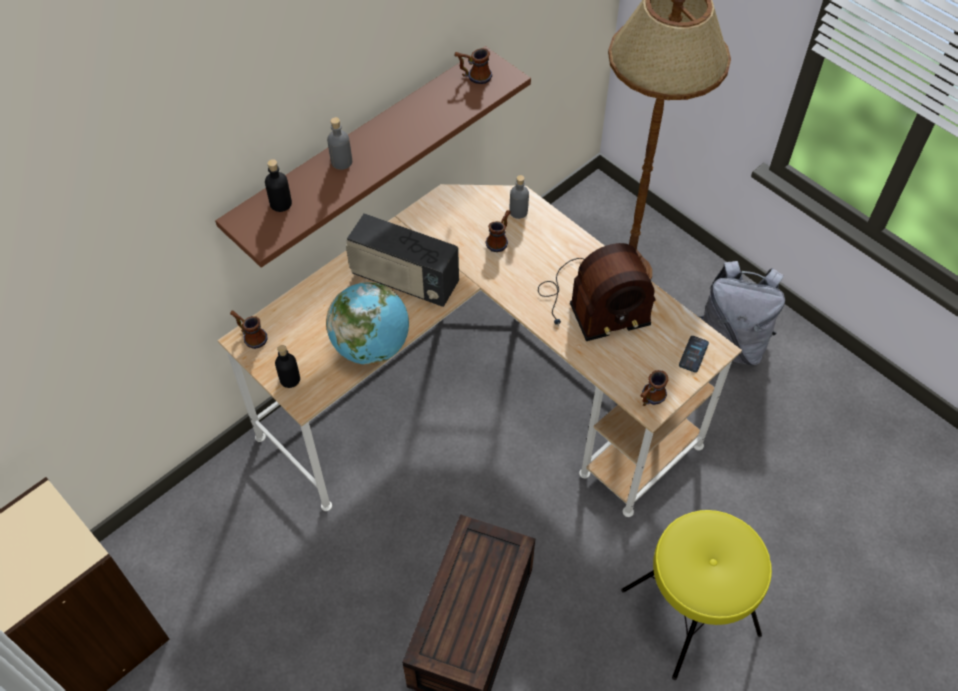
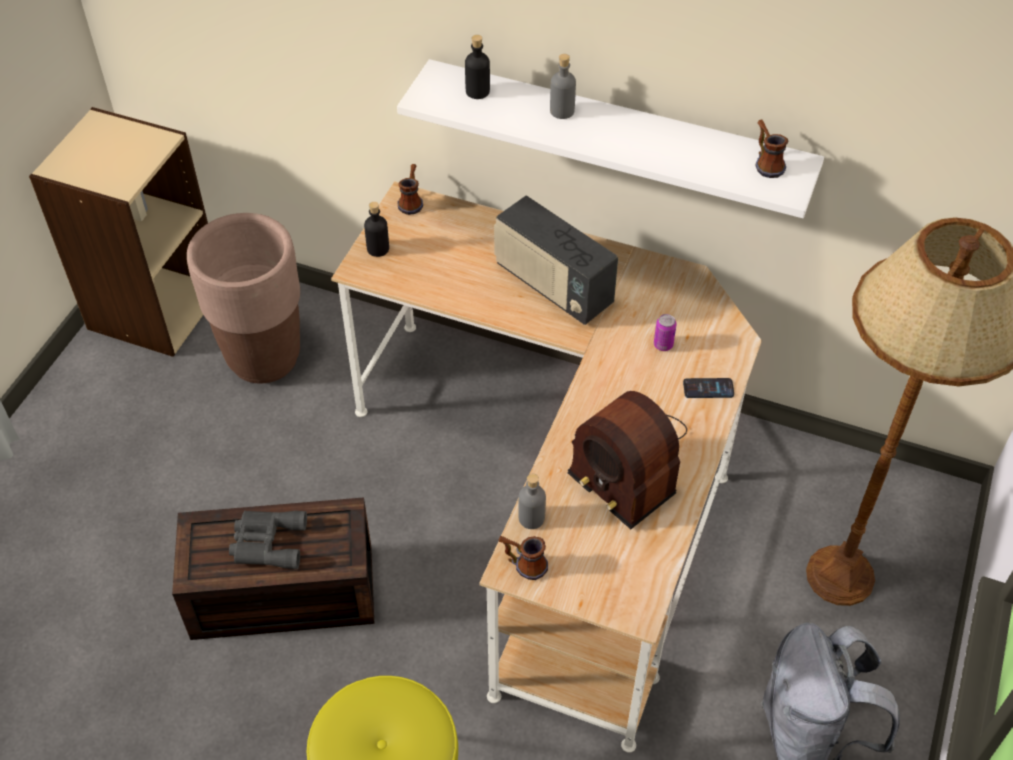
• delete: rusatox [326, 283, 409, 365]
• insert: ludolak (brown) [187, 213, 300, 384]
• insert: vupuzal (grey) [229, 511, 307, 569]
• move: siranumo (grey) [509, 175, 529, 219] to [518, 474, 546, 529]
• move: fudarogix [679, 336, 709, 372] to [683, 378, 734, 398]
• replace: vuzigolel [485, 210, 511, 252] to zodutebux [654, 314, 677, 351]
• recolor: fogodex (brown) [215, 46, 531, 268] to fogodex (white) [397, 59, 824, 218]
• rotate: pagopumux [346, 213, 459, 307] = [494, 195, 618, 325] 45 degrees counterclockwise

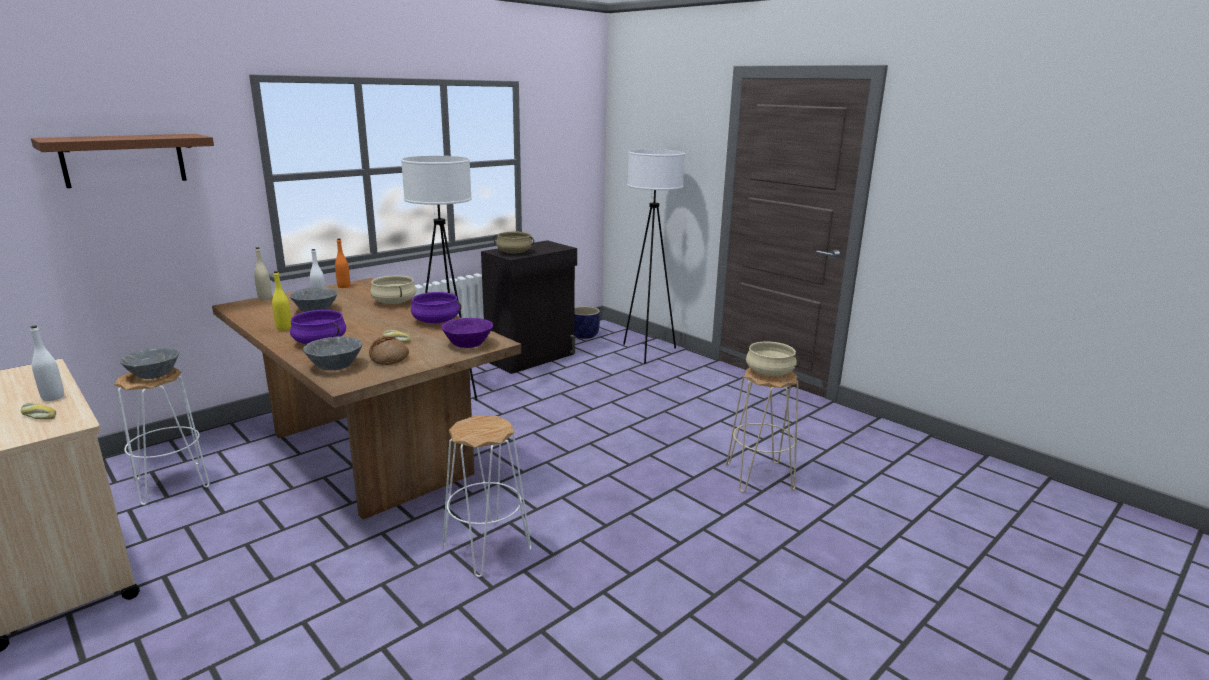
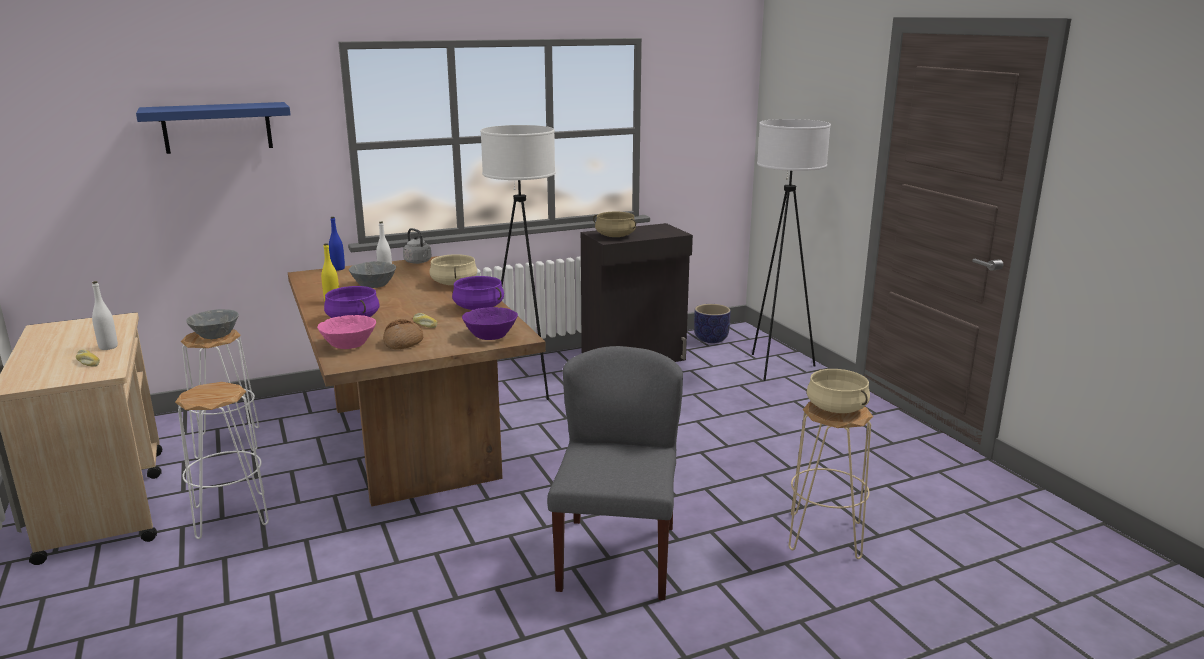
• insert: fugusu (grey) [547, 346, 683, 600]
• move: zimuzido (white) [442, 415, 531, 577] to [175, 382, 269, 539]
• replace: siranumo (orange) [335, 238, 350, 288] to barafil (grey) [403, 228, 431, 264]
• recolor: fogodex (brown) [31, 134, 214, 188] to fogodex (blue) [136, 102, 291, 154]
• recolor: siranumo (beige) [254, 247, 272, 300] to siranumo (blue) [329, 217, 345, 271]
• recolor: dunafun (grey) [303, 336, 363, 370] to dunafun (pink) [317, 315, 376, 349]

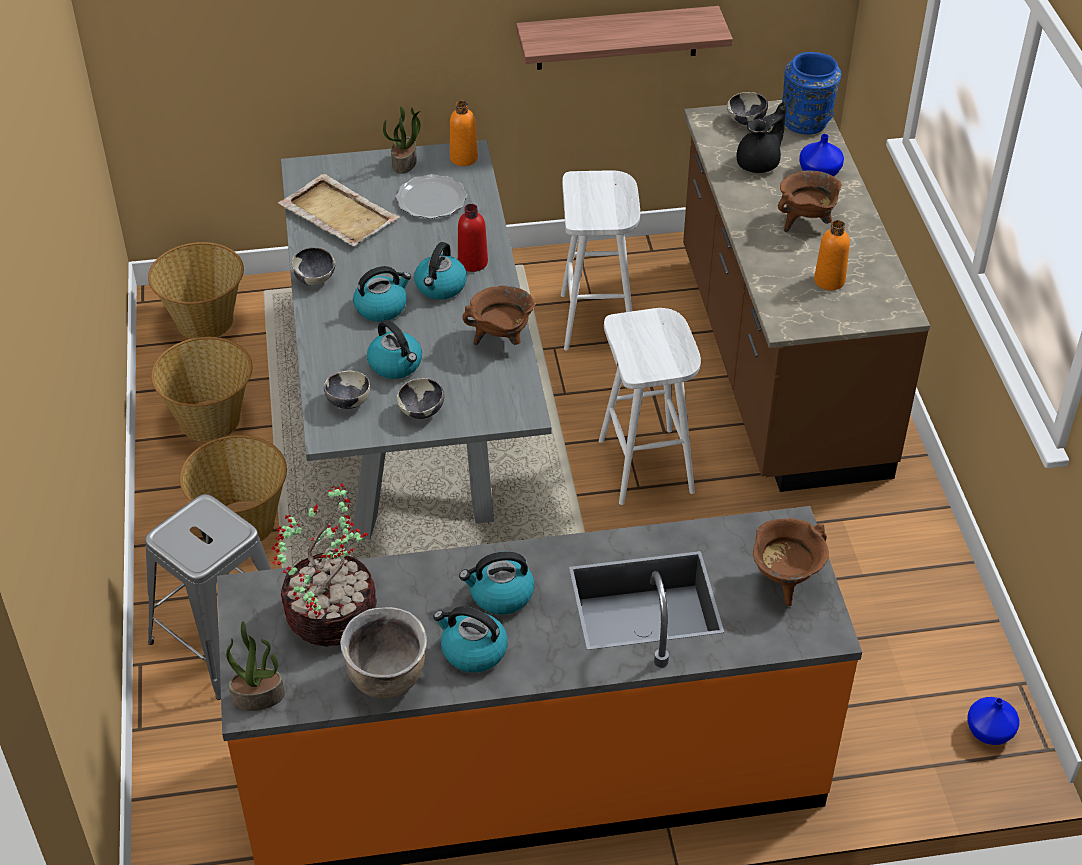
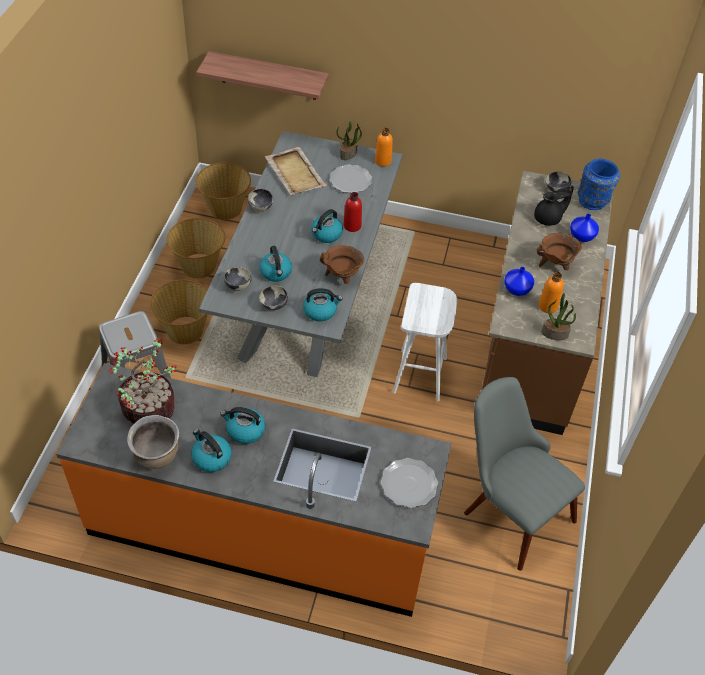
• delete: zimuzido (white) [561, 170, 640, 351]
• insert: fugusu (grey) [464, 377, 585, 571]
• move: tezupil [226, 621, 285, 711] to [541, 293, 576, 340]
• move: barafil [353, 266, 411, 322] to [303, 288, 343, 322]
• move: fogodex [516, 6, 733, 70] to [196, 51, 329, 100]
• move: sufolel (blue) [967, 697, 1019, 745] to [504, 267, 534, 296]
• replace: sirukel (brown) [753, 518, 829, 606] to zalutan [381, 458, 438, 508]

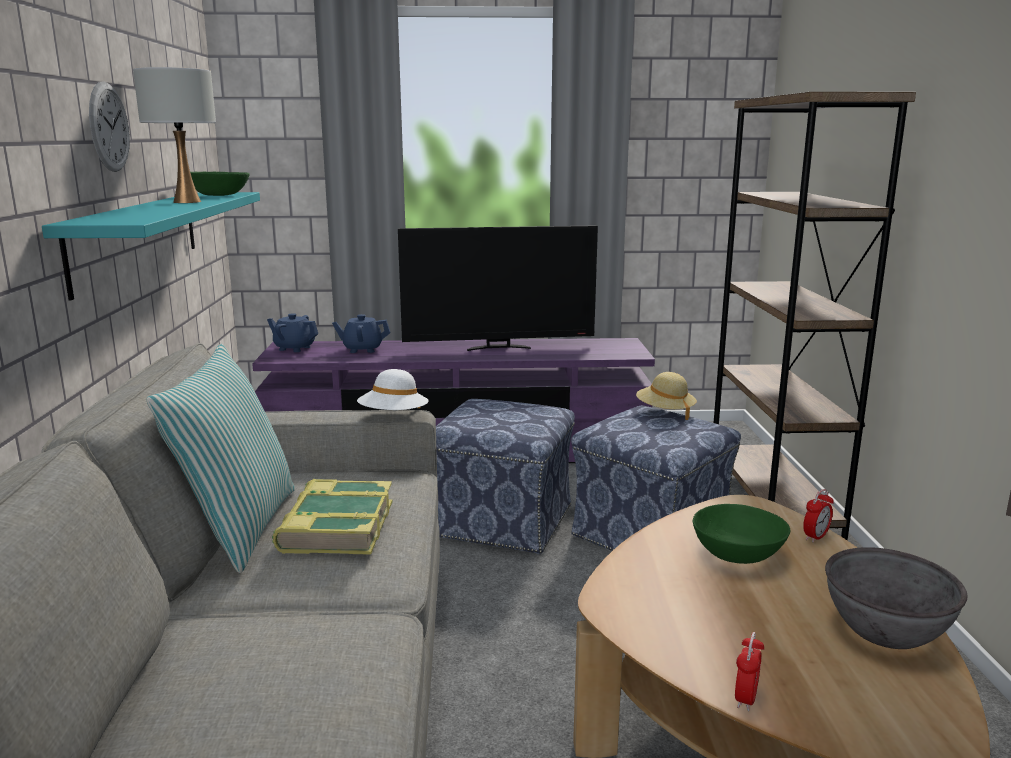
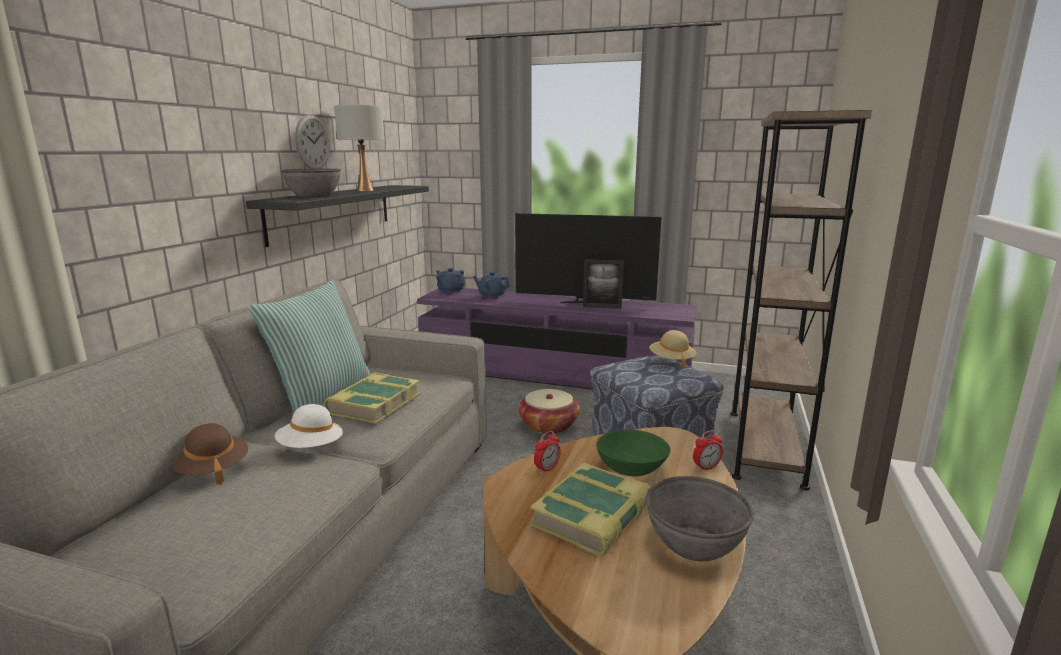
• delete: dunafun (green) [190, 172, 250, 196]
• insert: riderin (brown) [172, 423, 248, 485]
• insert: dunafun (grey) [281, 169, 341, 197]
• insert: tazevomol [530, 463, 650, 556]
• insert: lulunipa [583, 259, 624, 309]
• move: riderin (white) [357, 369, 429, 410] to [275, 404, 344, 448]
• move: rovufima [735, 632, 764, 711] to [534, 431, 561, 474]
• replace: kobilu [436, 399, 575, 554] to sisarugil [518, 389, 580, 434]
• recolor: fogodex (turquoise) [42, 192, 260, 300] to fogodex (black) [246, 185, 429, 247]

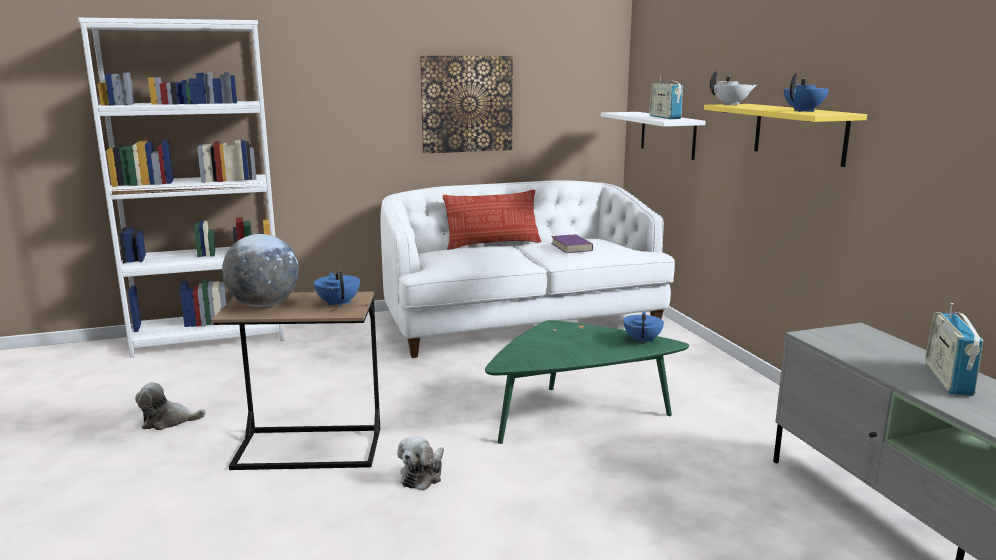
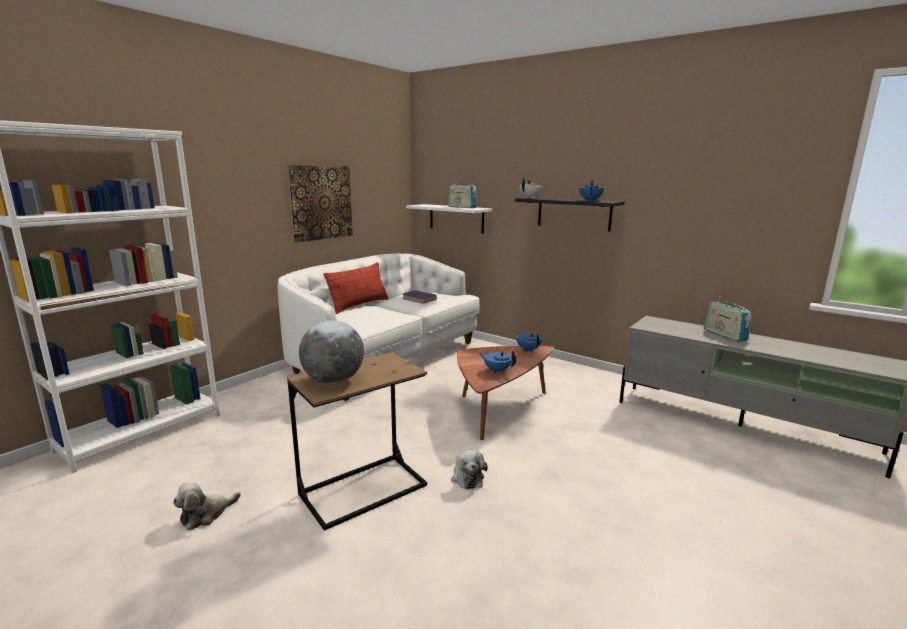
• move: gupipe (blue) [314, 272, 360, 307] to [479, 351, 516, 373]
• recolor: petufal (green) [485, 320, 689, 444] to petufal (brown) [457, 346, 554, 440]
• recolor: fogodex (yellow) [704, 104, 867, 167] to fogodex (black) [515, 197, 625, 231]

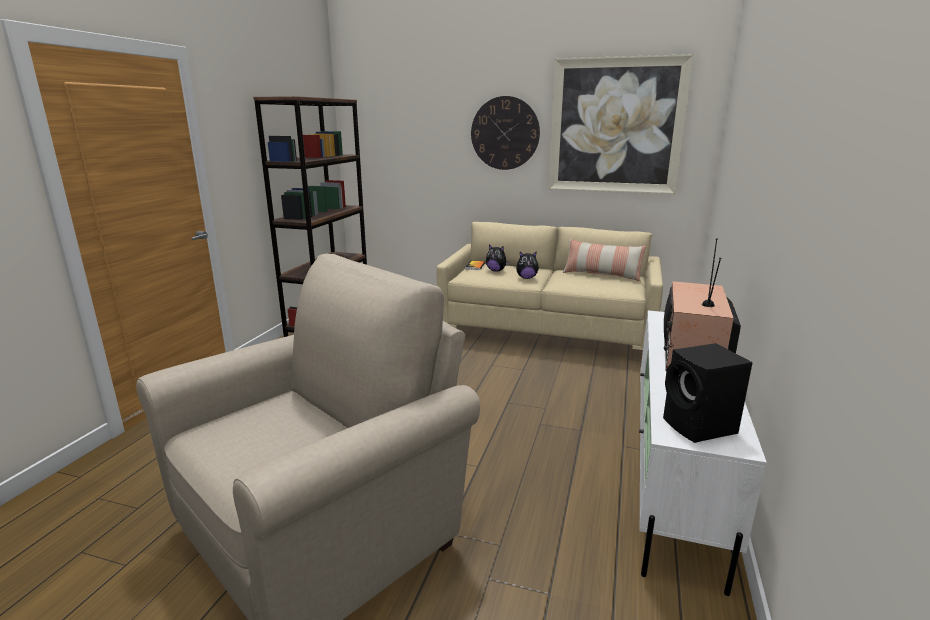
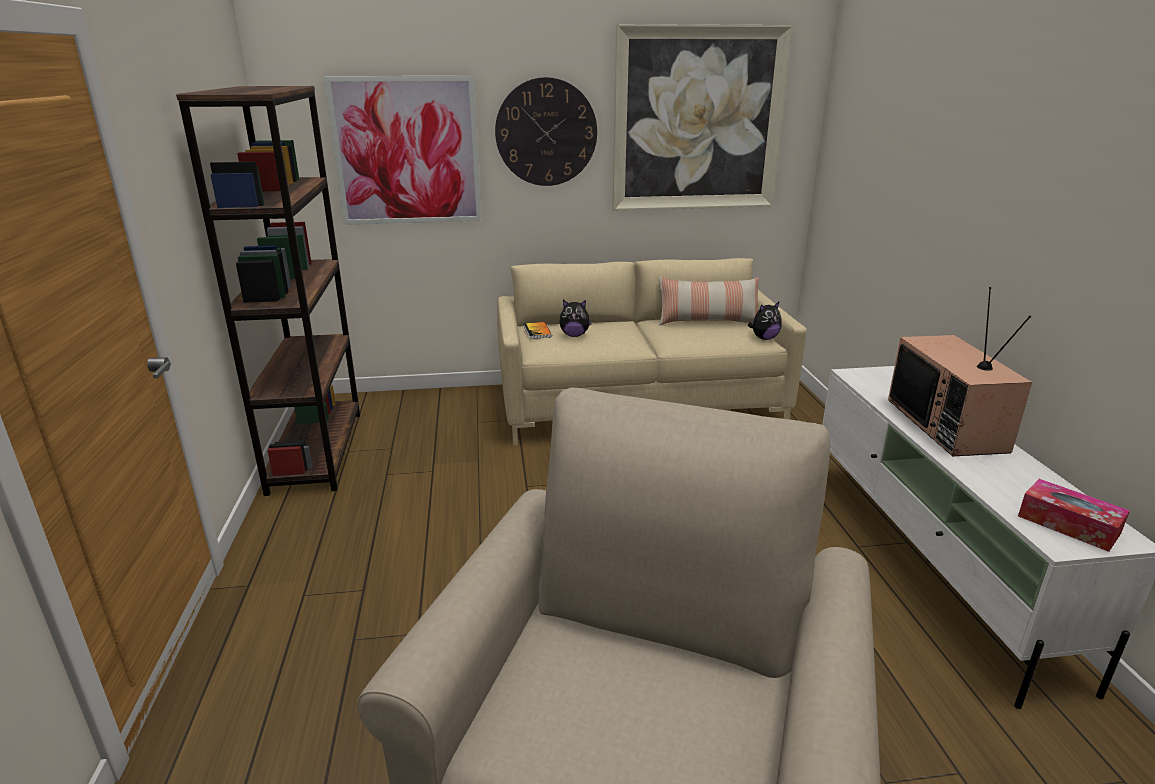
• insert: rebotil [324, 76, 482, 225]
• move: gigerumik [516, 252, 539, 279] to [748, 302, 782, 340]
• replace: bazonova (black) [663, 343, 753, 443] to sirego [1018, 479, 1130, 552]

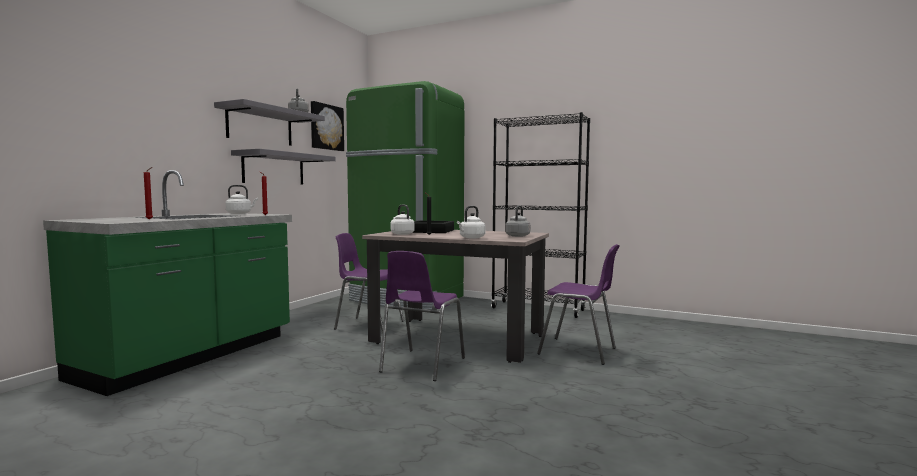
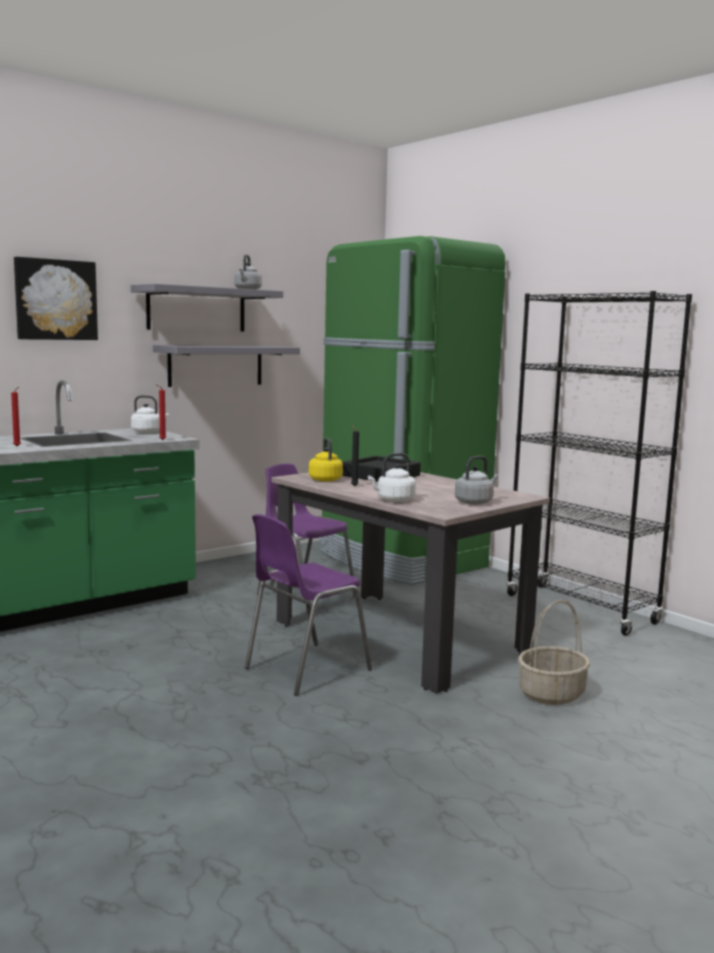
• move: rebotil [311, 101, 344, 151] to [14, 257, 98, 340]
• replace: fugusu (purple) [537, 244, 620, 365] to sisarugil [518, 600, 590, 705]
• recolor: barafil (white) [391, 205, 415, 235] to barafil (yellow) [309, 438, 343, 482]

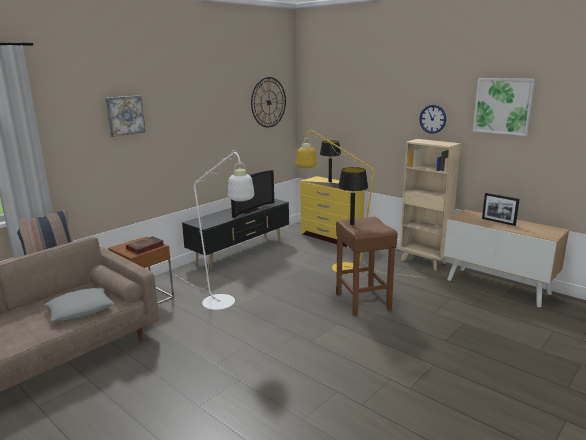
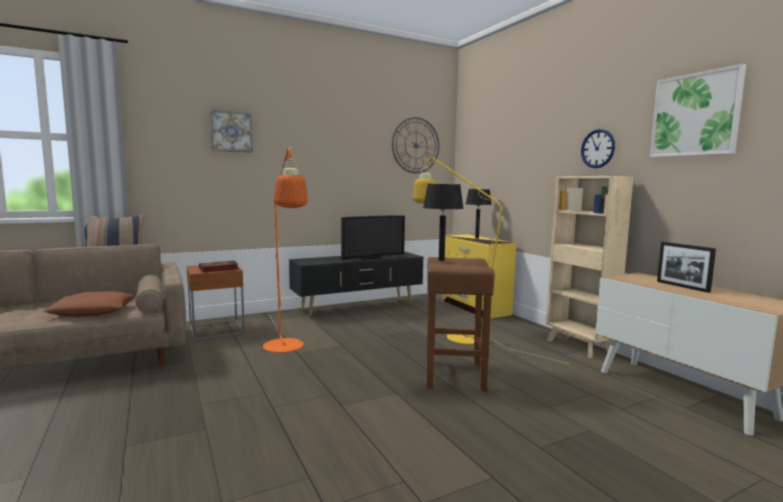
• recolor: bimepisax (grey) [44, 288, 114, 321] to bimepisax (brown) [44, 291, 136, 317]
• recolor: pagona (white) [174, 150, 254, 310] to pagona (orange) [263, 146, 308, 353]

